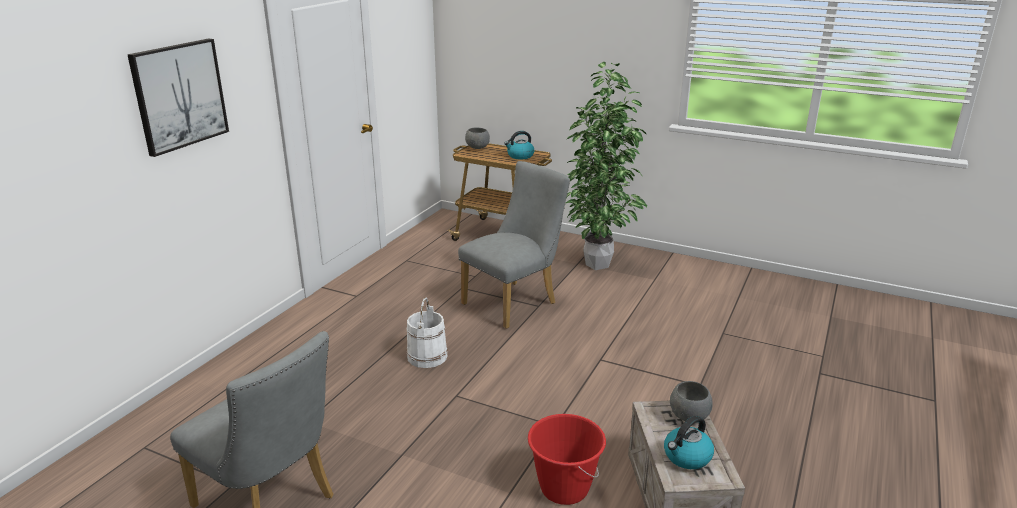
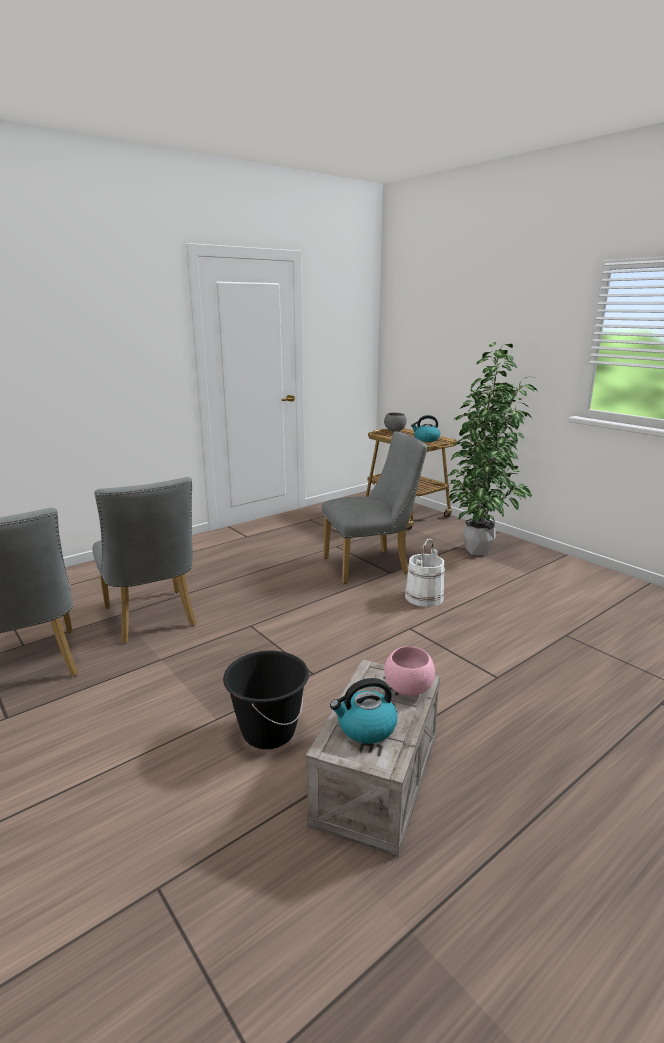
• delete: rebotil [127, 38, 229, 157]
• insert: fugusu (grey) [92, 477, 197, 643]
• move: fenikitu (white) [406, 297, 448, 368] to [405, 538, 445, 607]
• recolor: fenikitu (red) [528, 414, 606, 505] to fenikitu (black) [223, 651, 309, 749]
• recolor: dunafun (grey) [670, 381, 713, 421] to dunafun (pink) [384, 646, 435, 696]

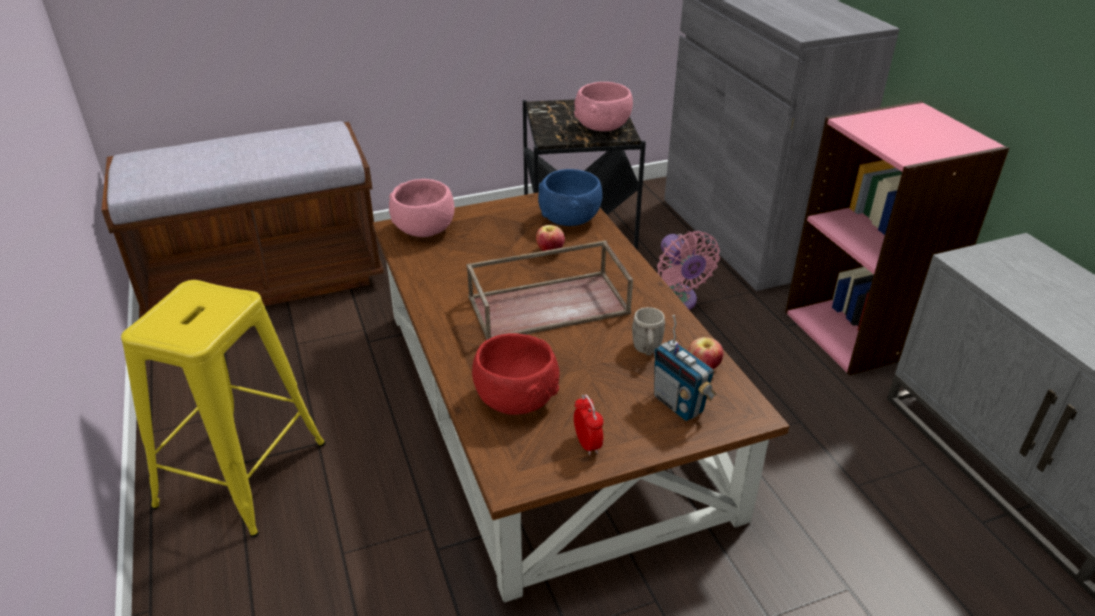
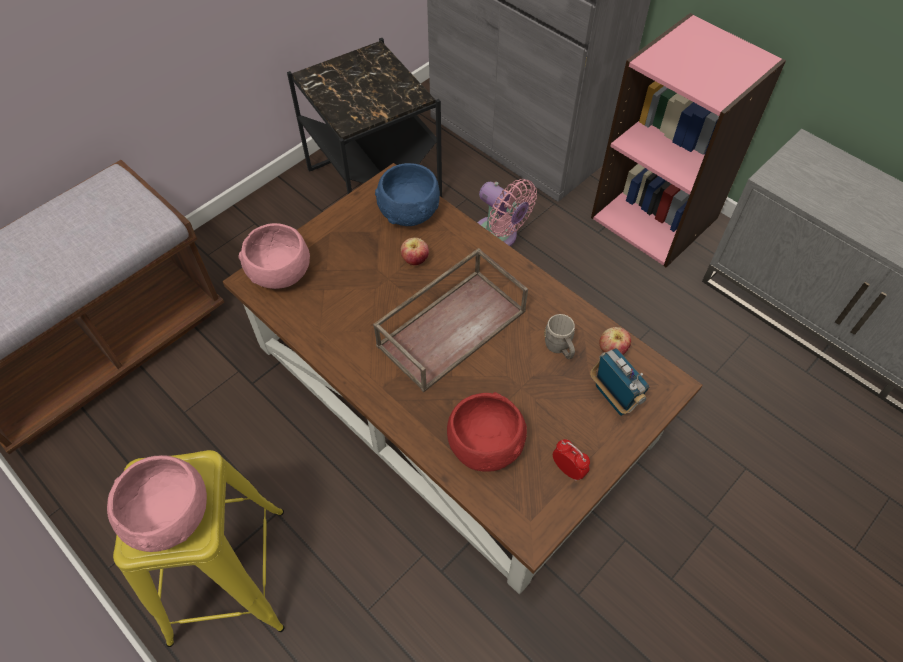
• move: dunafun (pink) [574, 82, 633, 131] to [107, 455, 207, 552]
• rotate: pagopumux [654, 315, 716, 421] = [590, 348, 649, 416] 150 degrees counterclockwise

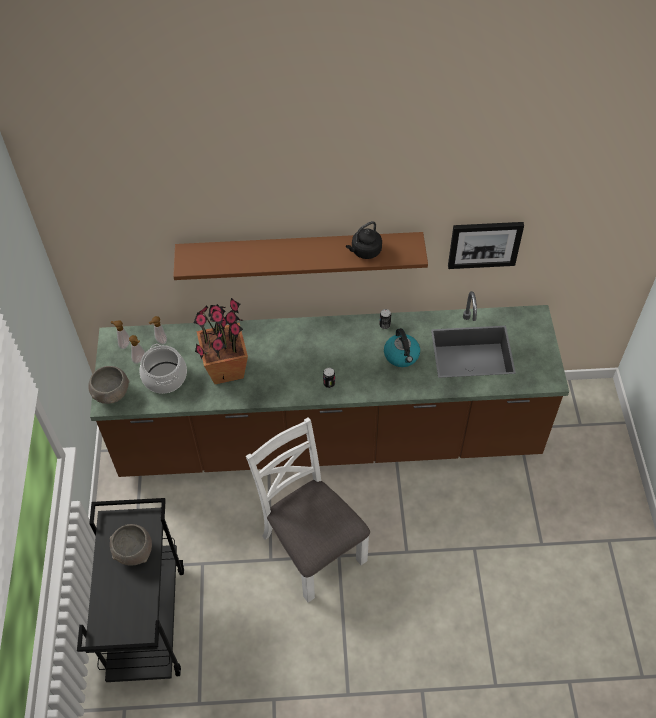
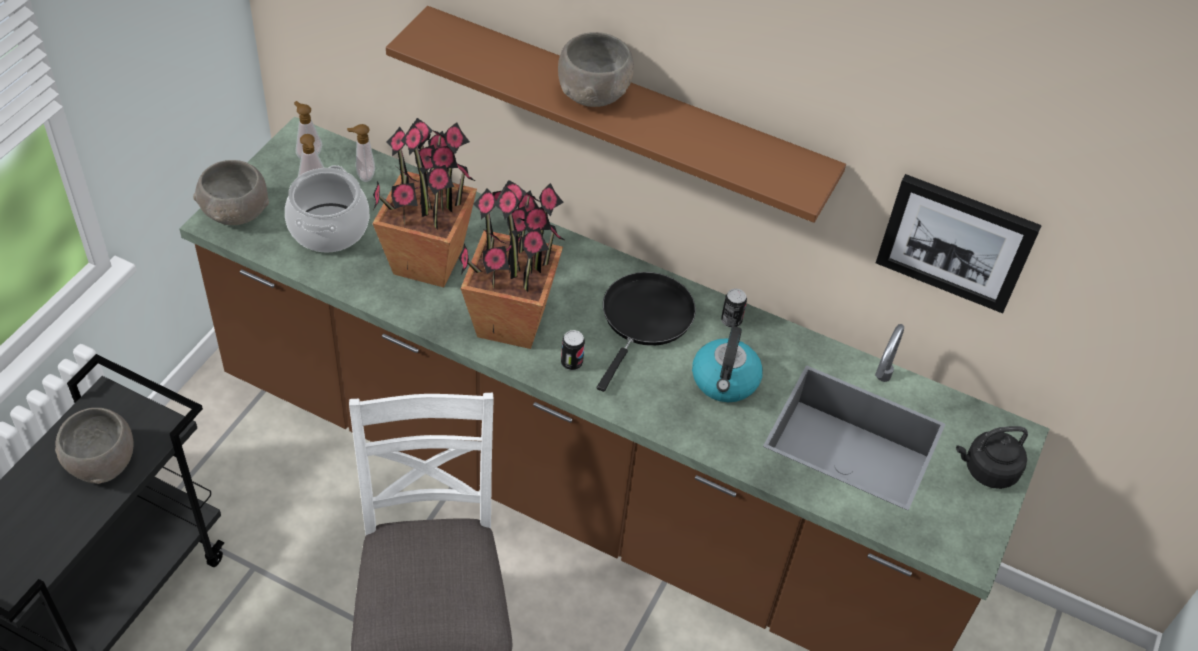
• insert: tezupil [459, 180, 566, 349]
• insert: dunafun (grey) [558, 32, 634, 107]
• insert: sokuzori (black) [597, 272, 696, 392]
• move: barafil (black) [346, 221, 382, 259] to [956, 426, 1028, 489]

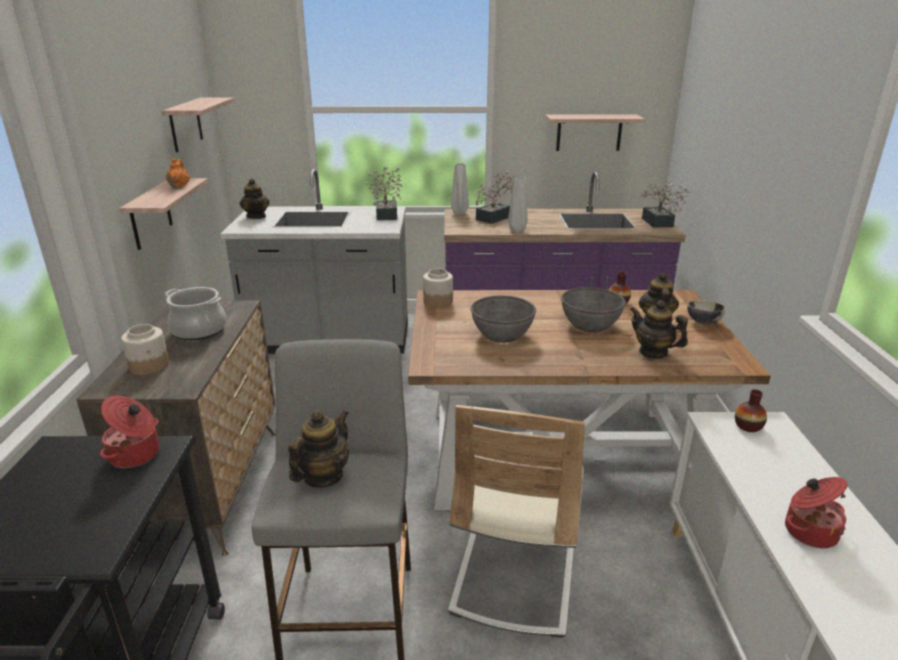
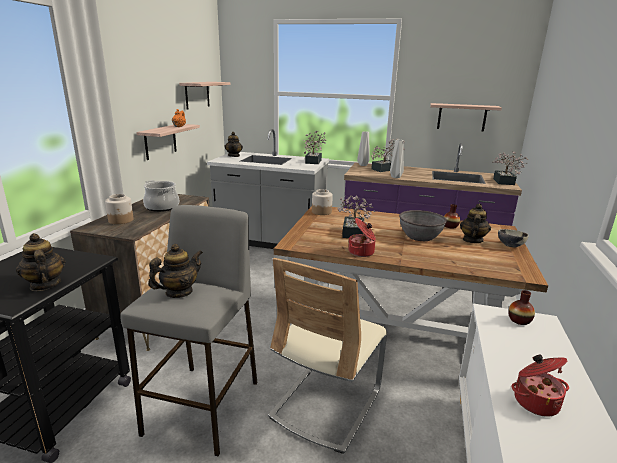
• move: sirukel [100, 396, 160, 468] to [348, 218, 376, 257]
• move: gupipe [630, 300, 688, 359] to [16, 233, 65, 291]
• replace: dunafun (grey) [471, 296, 536, 342] to tezupil [337, 195, 375, 238]

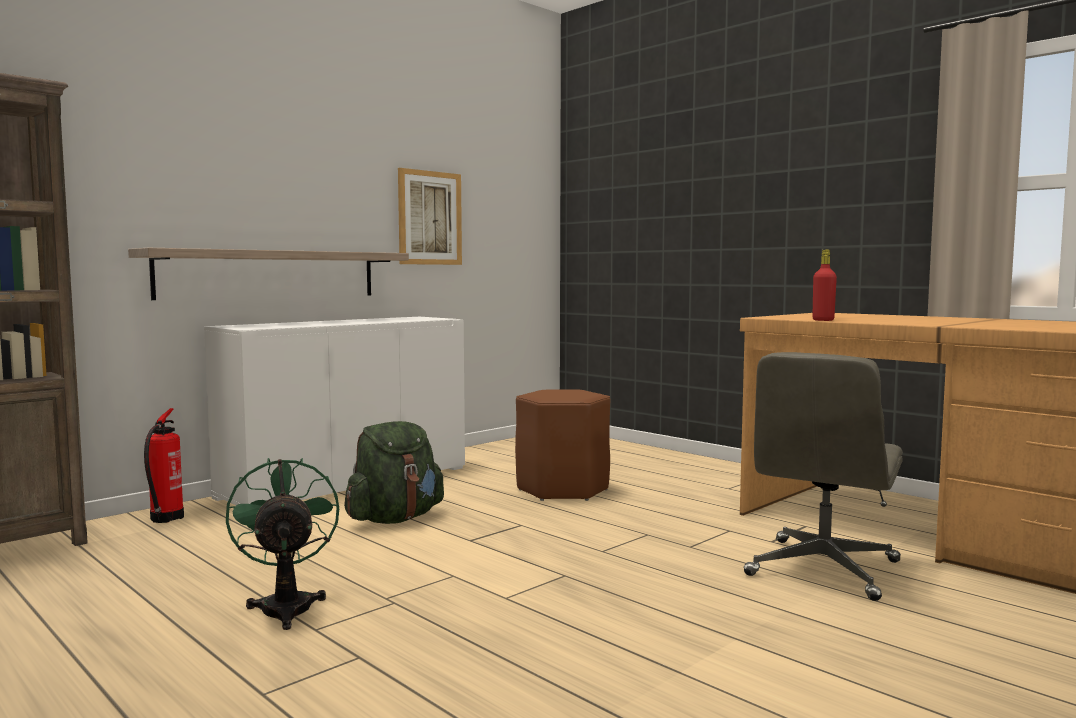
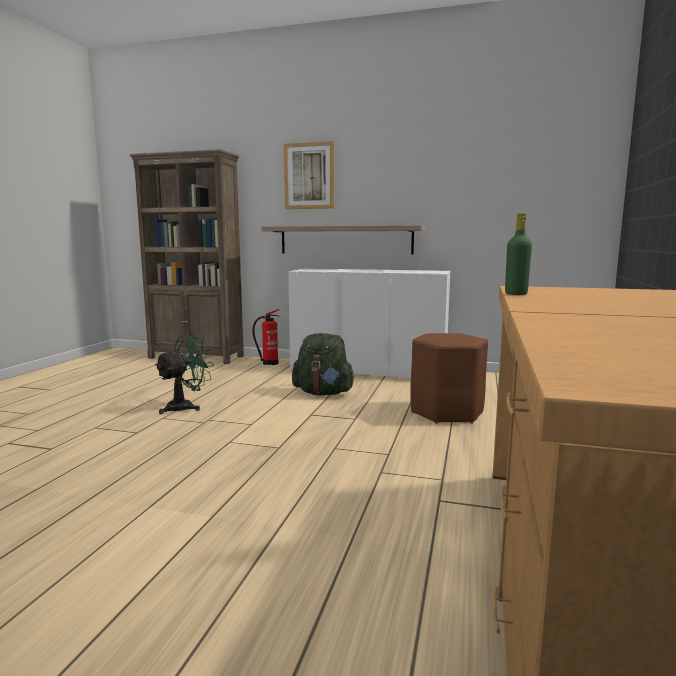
• delete: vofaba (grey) [743, 352, 903, 601]
• move: rebotil [398, 168, 462, 265] to [284, 141, 334, 209]
• recolor: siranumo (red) [813, 250, 837, 321] to siranumo (green) [505, 213, 532, 295]

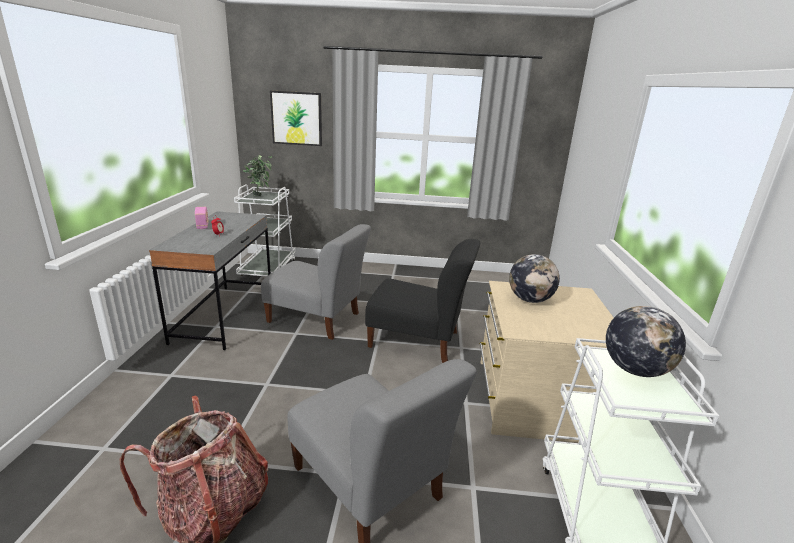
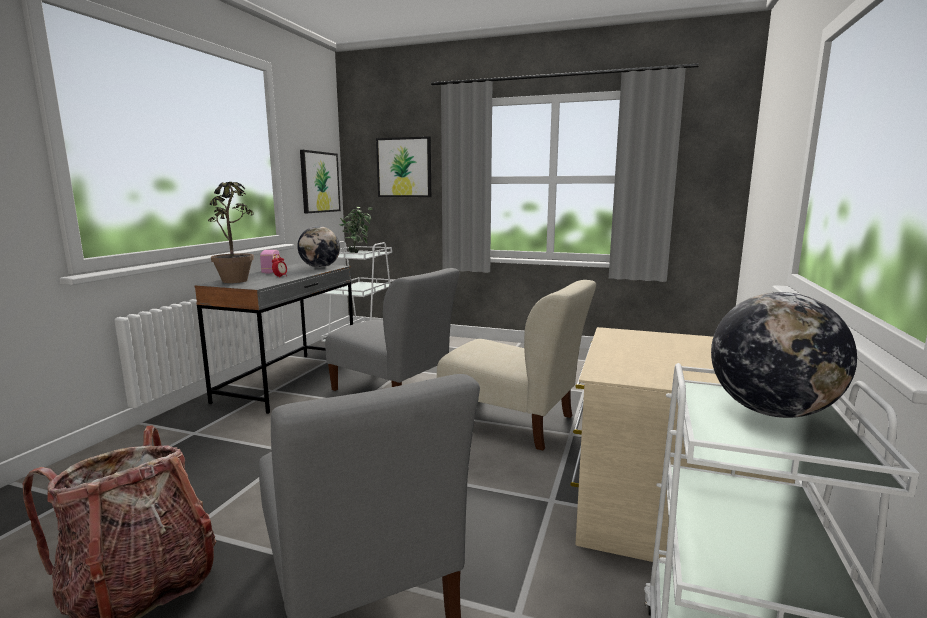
• insert: tezupil [208, 182, 254, 283]
• insert: rebotil [300, 150, 341, 213]
• move: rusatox [509, 254, 560, 303] to [297, 226, 340, 268]
• recolor: fugusu (black) [365, 239, 480, 363] to fugusu (beige) [437, 280, 596, 451]

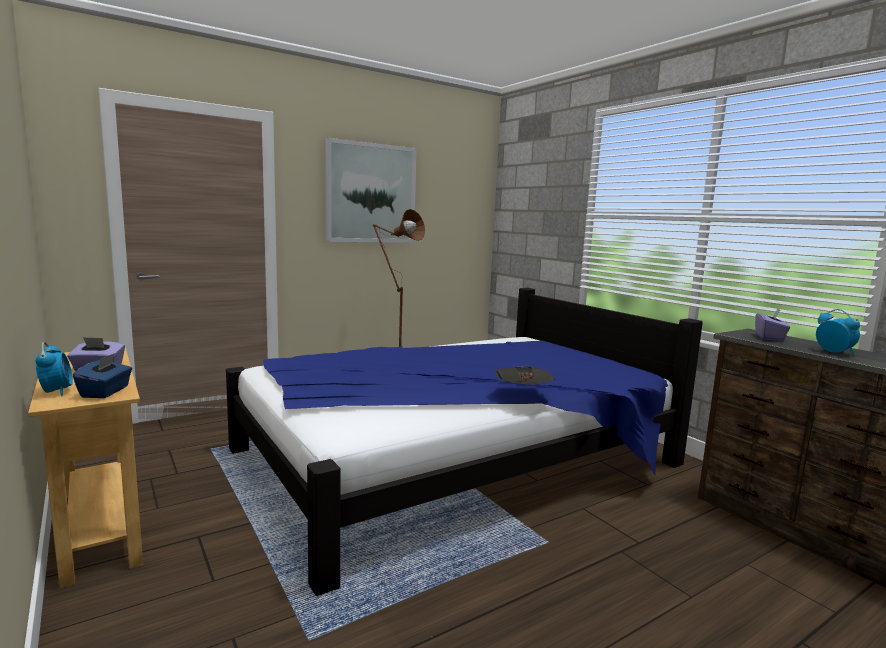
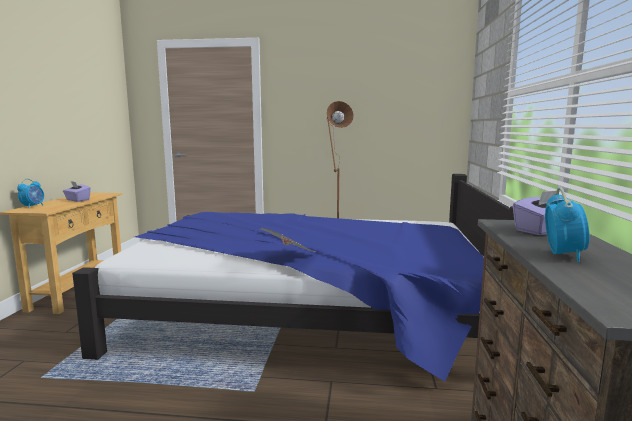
• delete: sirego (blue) [73, 353, 132, 398]
• delete: rebotil [325, 138, 417, 243]

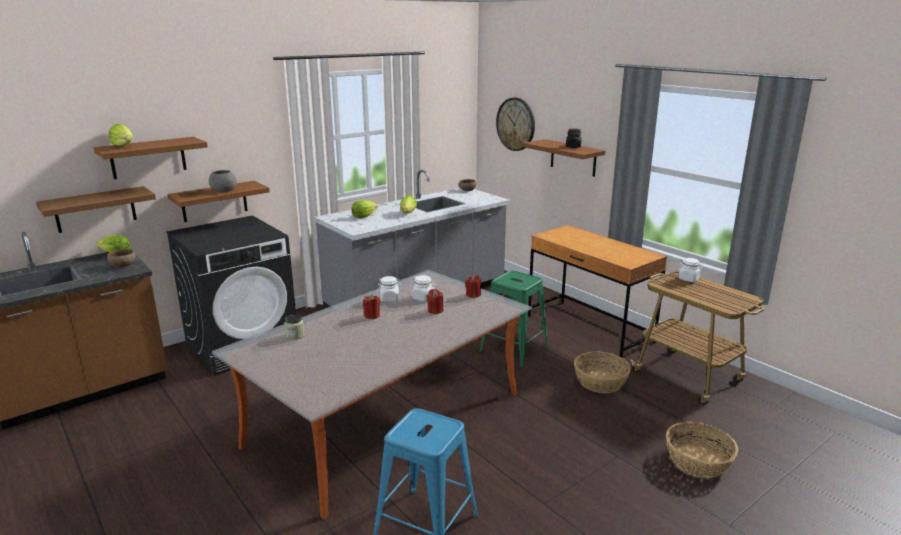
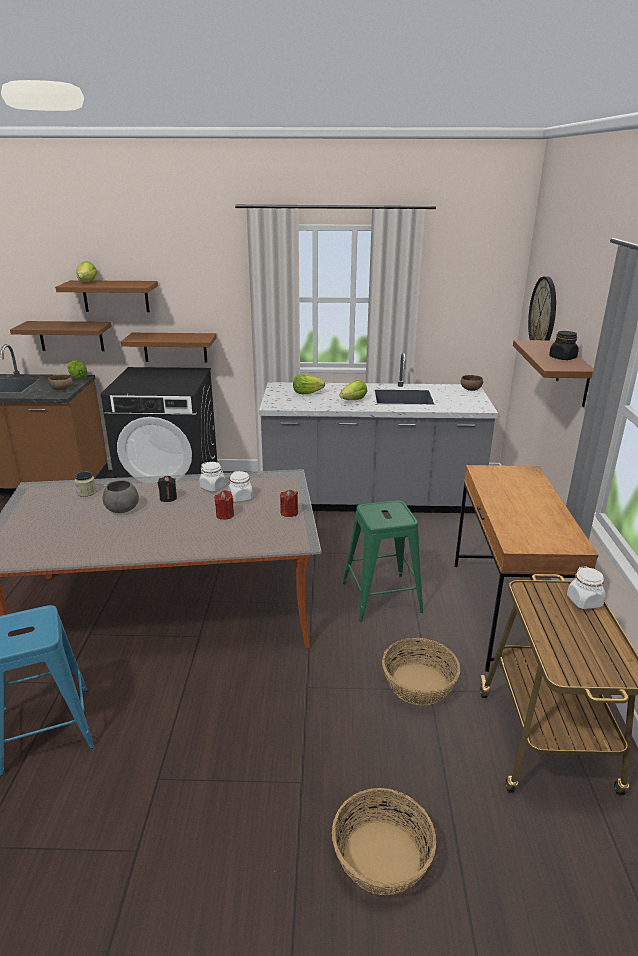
• move: dunafun (grey) [209, 170, 237, 192] to [103, 480, 139, 513]
• recolor: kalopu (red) [363, 295, 380, 319] to kalopu (black) [158, 476, 177, 502]

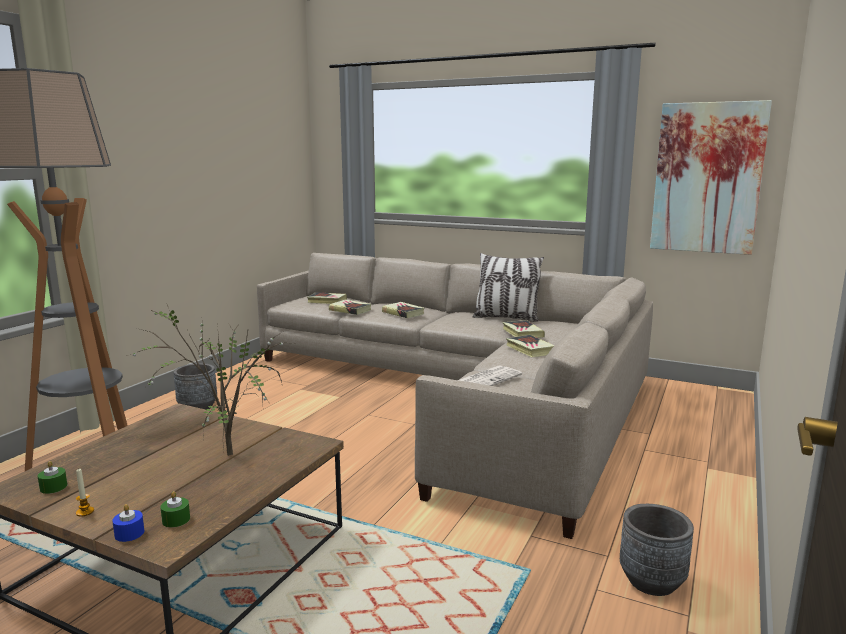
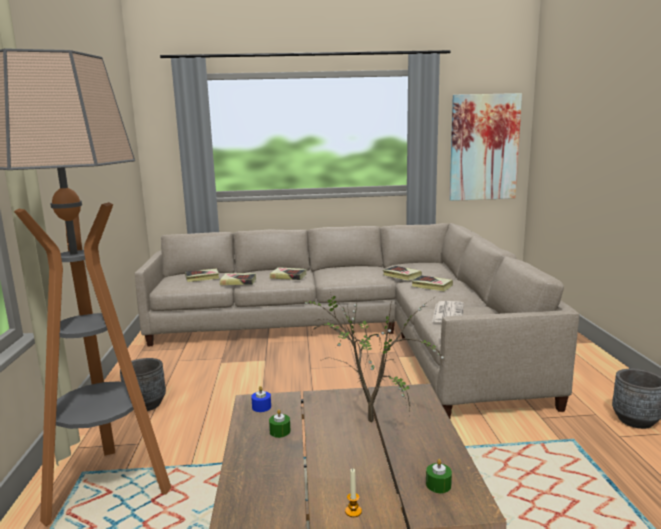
• delete: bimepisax [473, 253, 544, 322]
• move: kalopu (green) [38, 461, 67, 494] to [269, 409, 291, 438]
• move: kalopu (blue) [112, 504, 144, 542] to [251, 386, 271, 412]

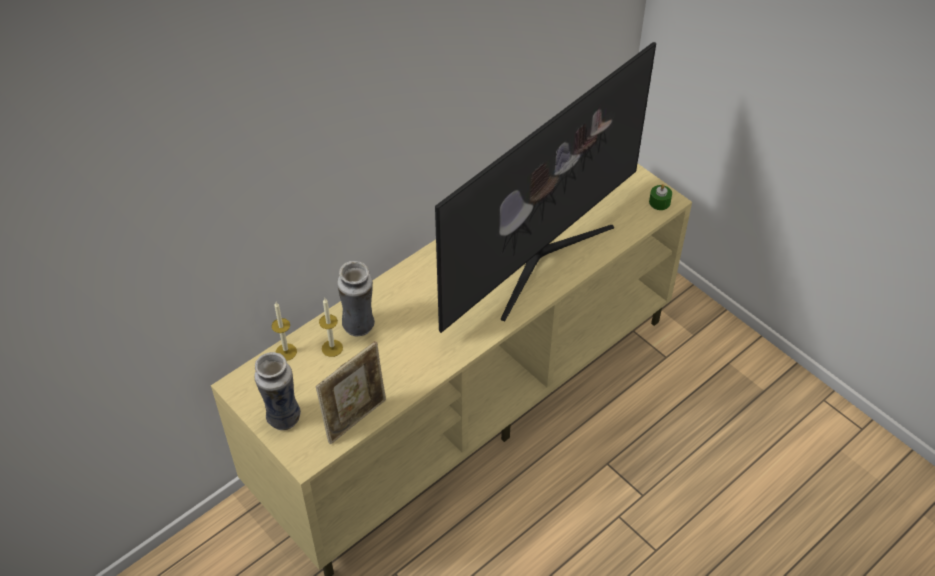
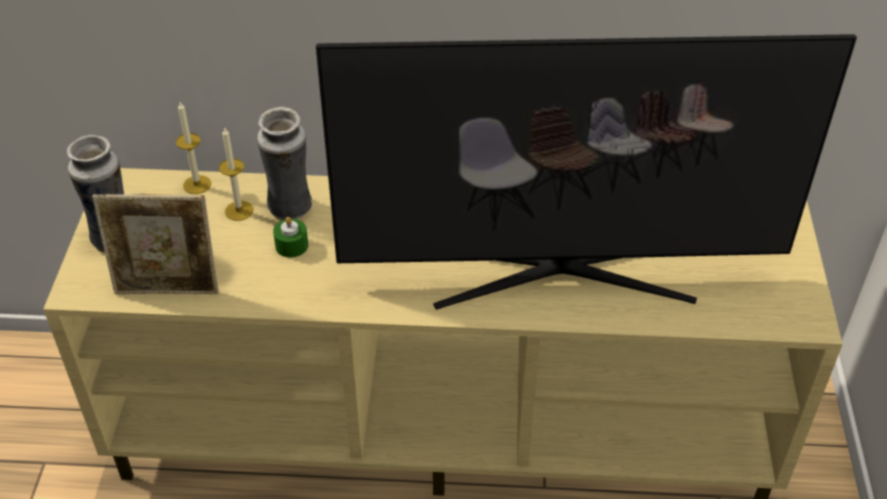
• move: kalopu (green) [649, 184, 672, 210] to [273, 217, 308, 257]

